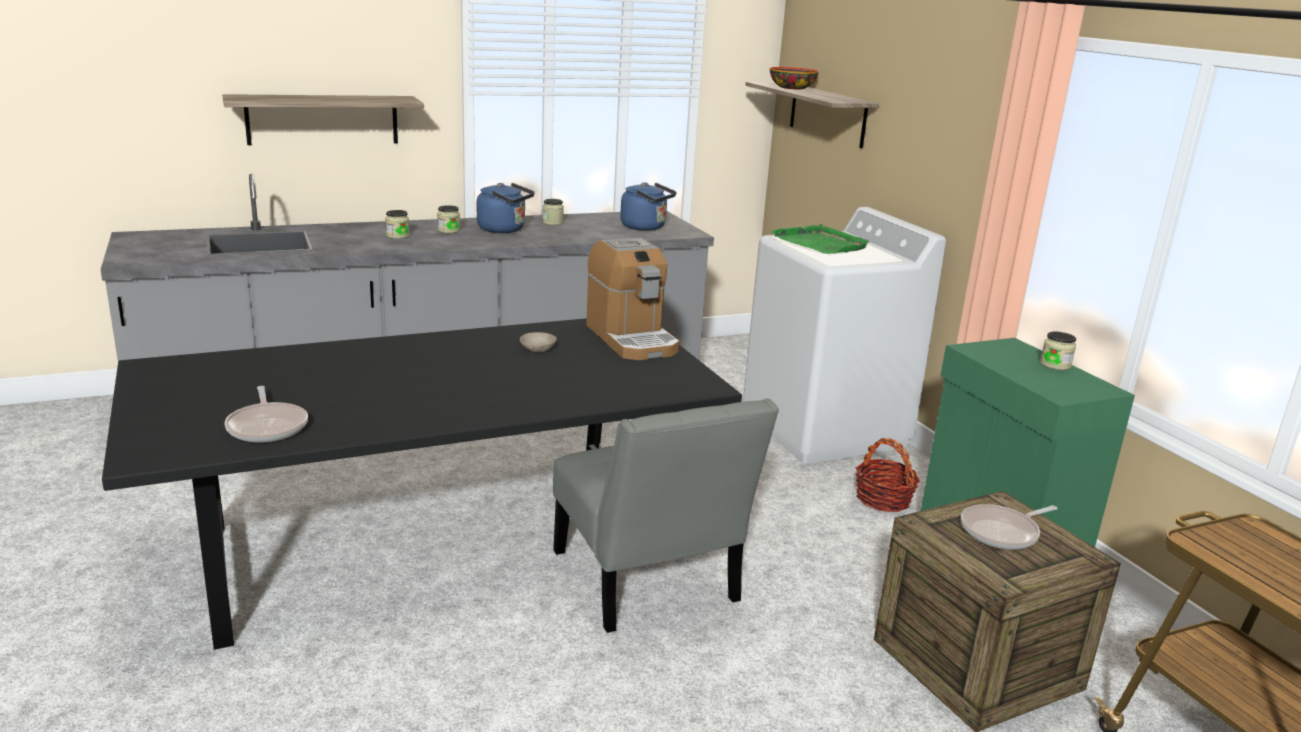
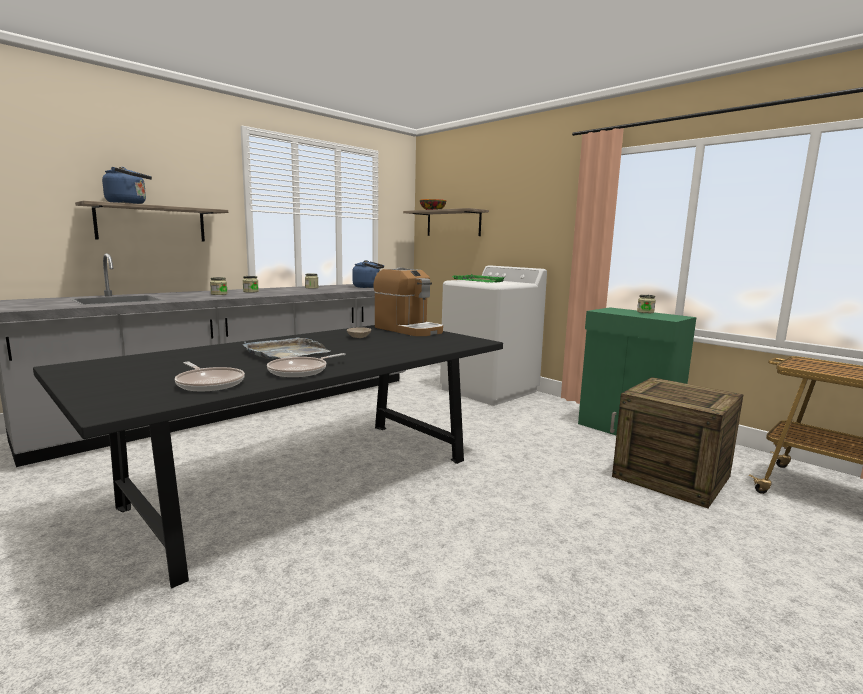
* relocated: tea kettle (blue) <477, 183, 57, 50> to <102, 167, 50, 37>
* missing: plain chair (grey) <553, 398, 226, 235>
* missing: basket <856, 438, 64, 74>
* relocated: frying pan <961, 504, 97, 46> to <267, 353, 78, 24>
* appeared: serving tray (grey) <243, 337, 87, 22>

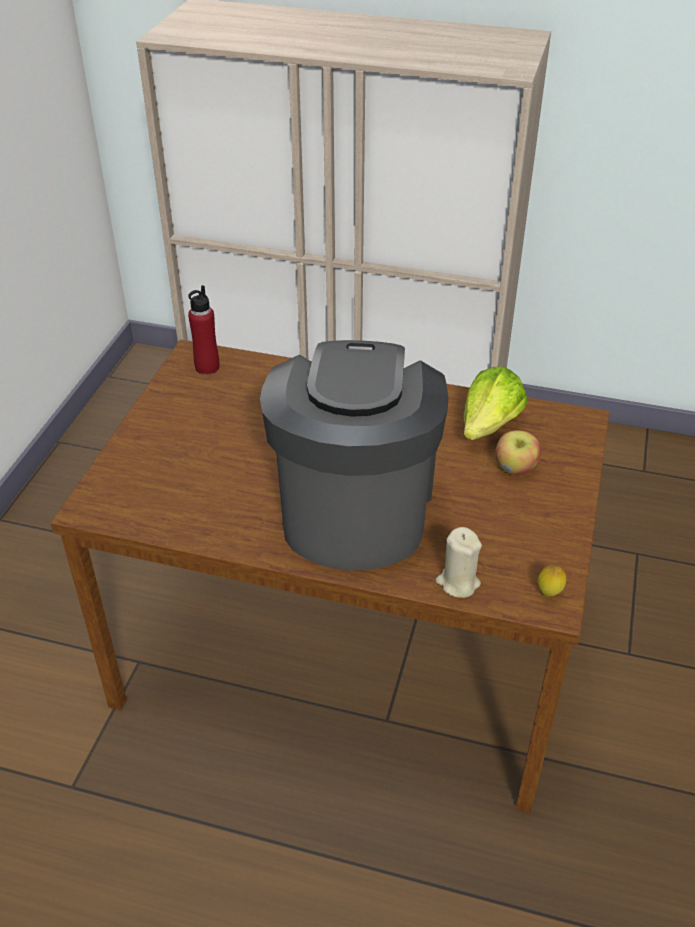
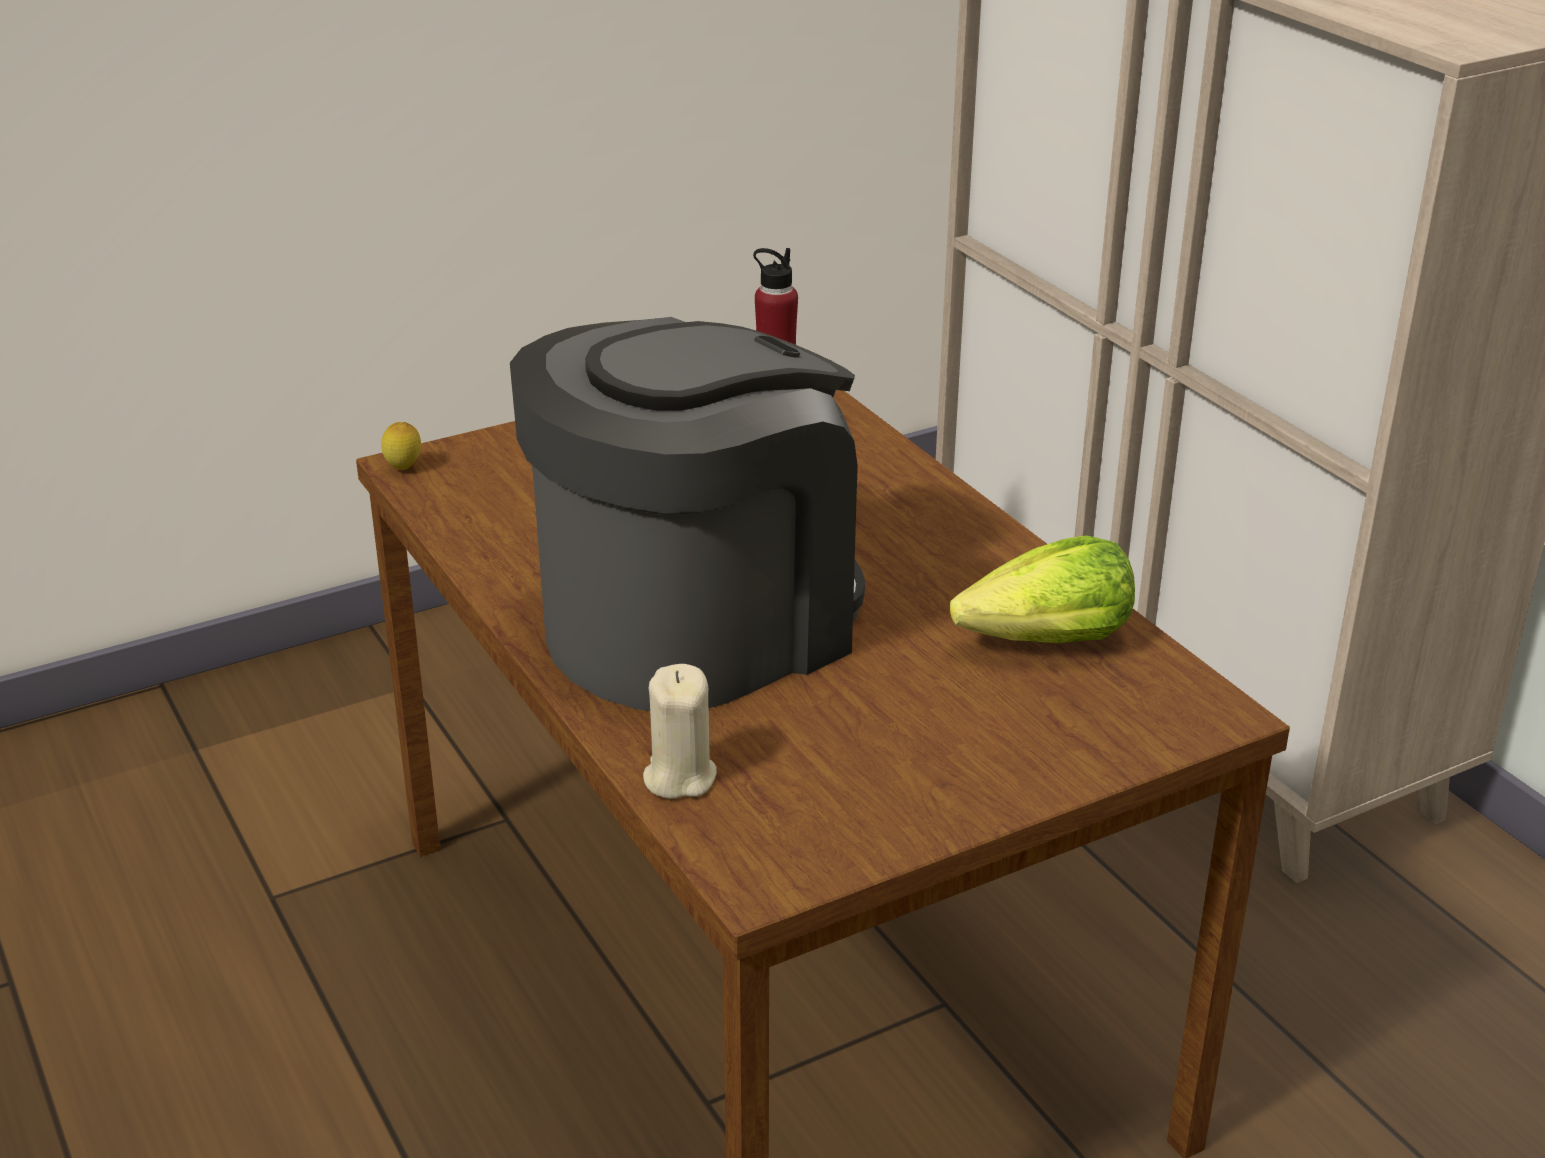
* missing: apple fruit <495, 430, 46, 45>
* relocated: citrus fruit <538, 565, 28, 32> to <381, 422, 40, 48>

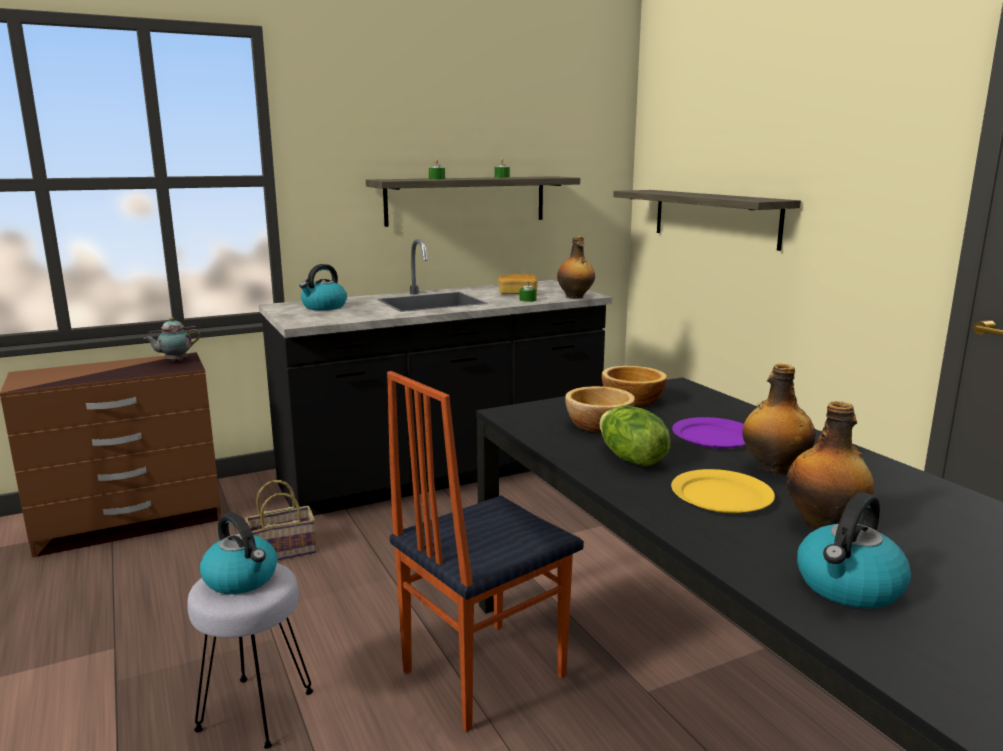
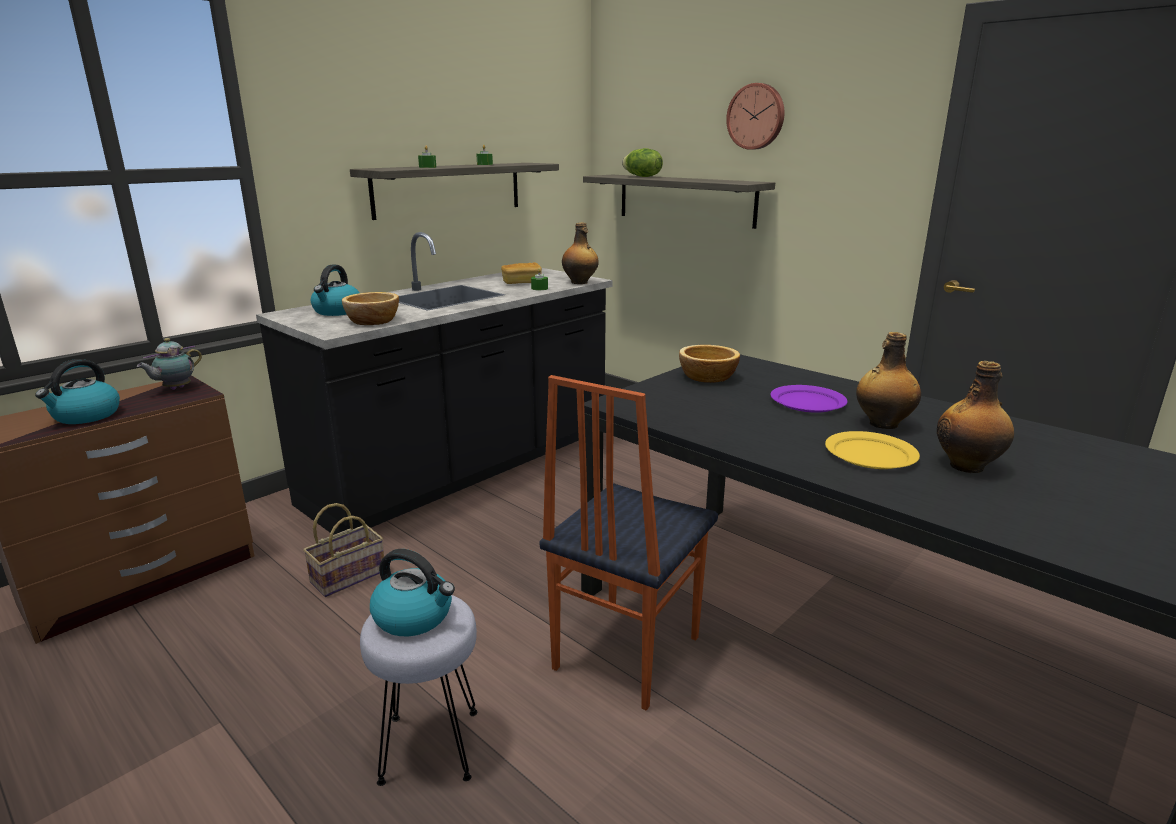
* relocated: deep dish <565, 386, 70, 47> to <342, 292, 57, 33>
* relocated: head of lettuce <600, 406, 71, 60> to <622, 148, 41, 29>
* relocated: tea kettle <797, 492, 114, 117> to <35, 359, 85, 65>
* appeared: hanging clock <726, 83, 58, 67>

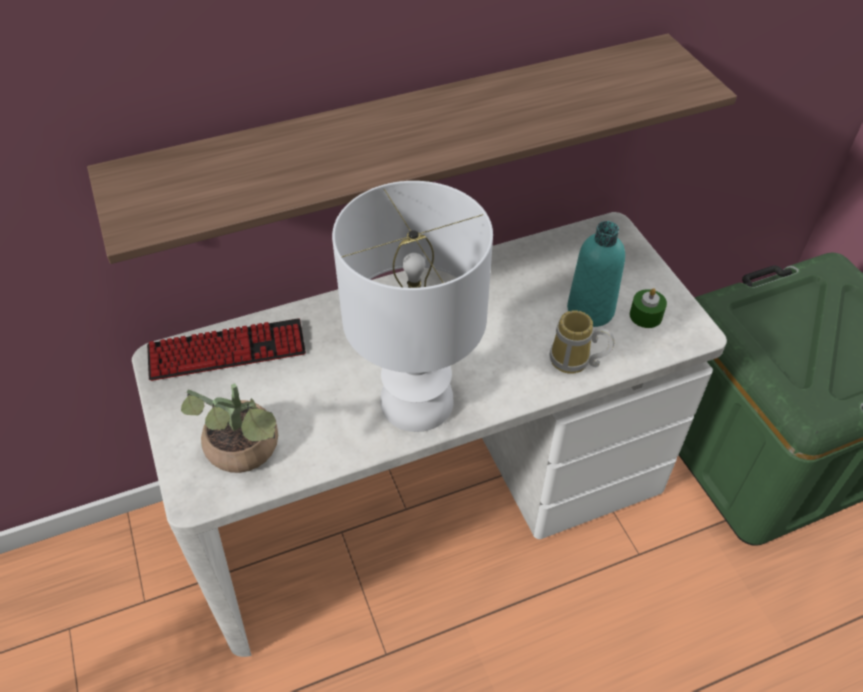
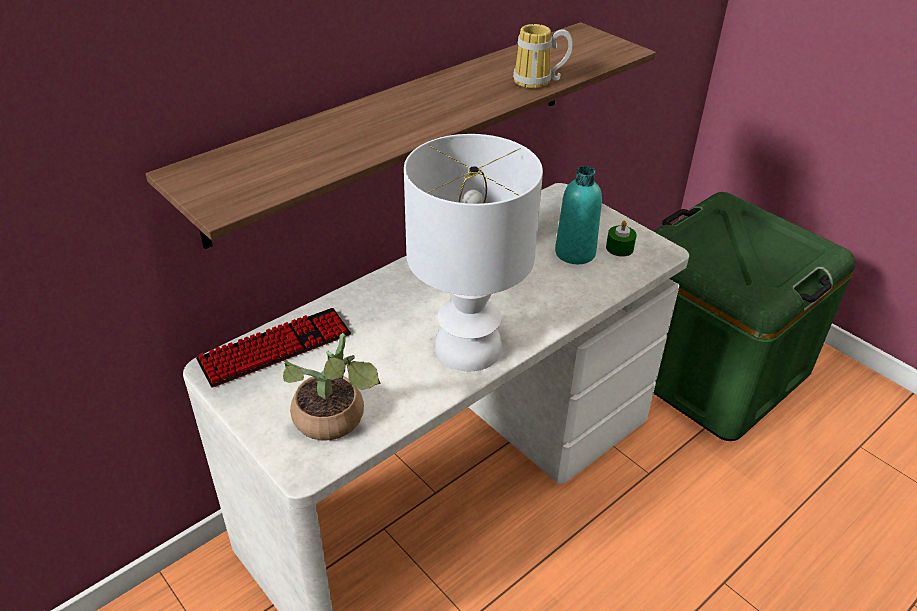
* relocated: mug <550, 310, 65, 64> to <513, 24, 60, 65>

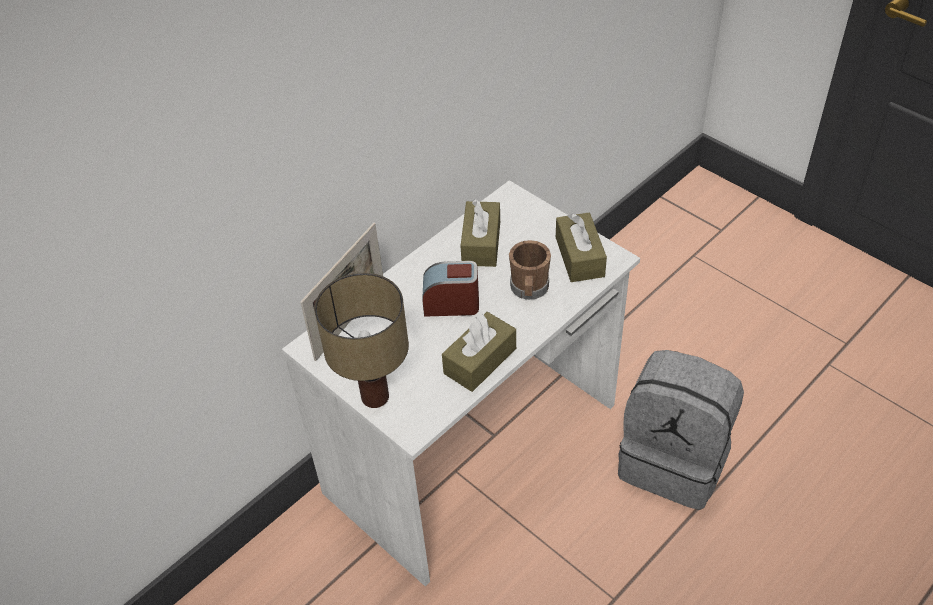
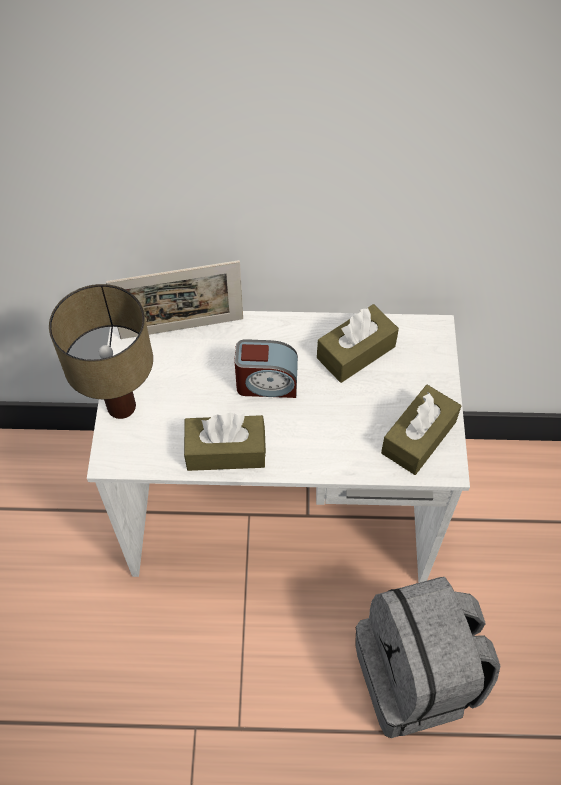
* spun: bedside clock <422, 261, 57, 56> = <234, 339, 64, 59> 135 degrees clockwise
* missing: mug (brownish) <509, 240, 42, 60>

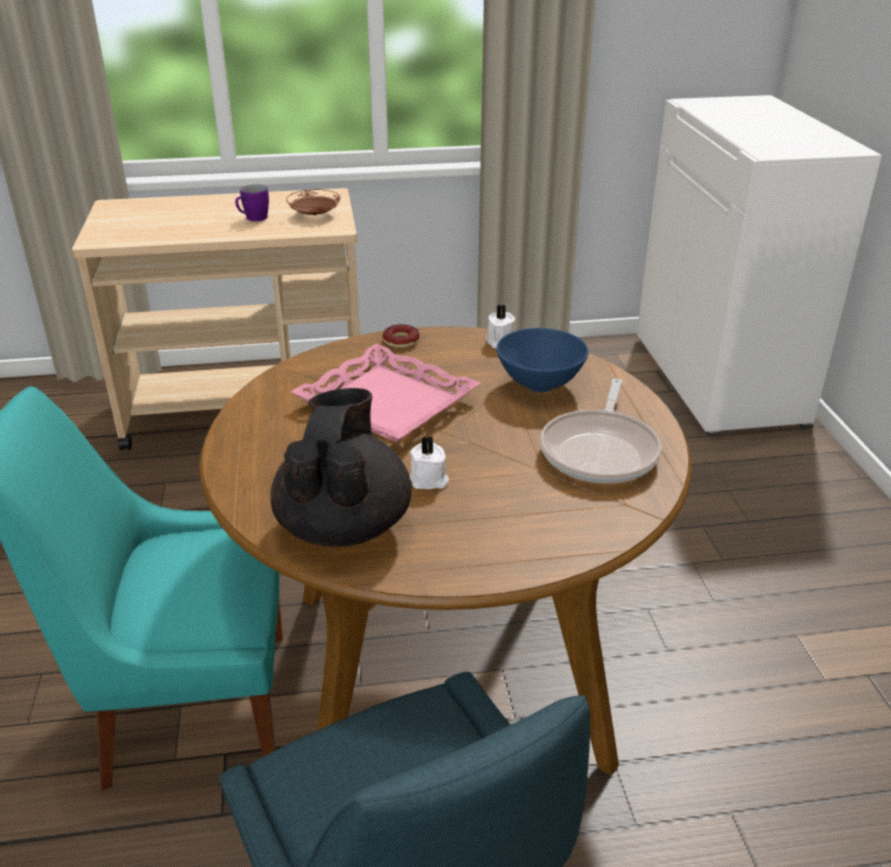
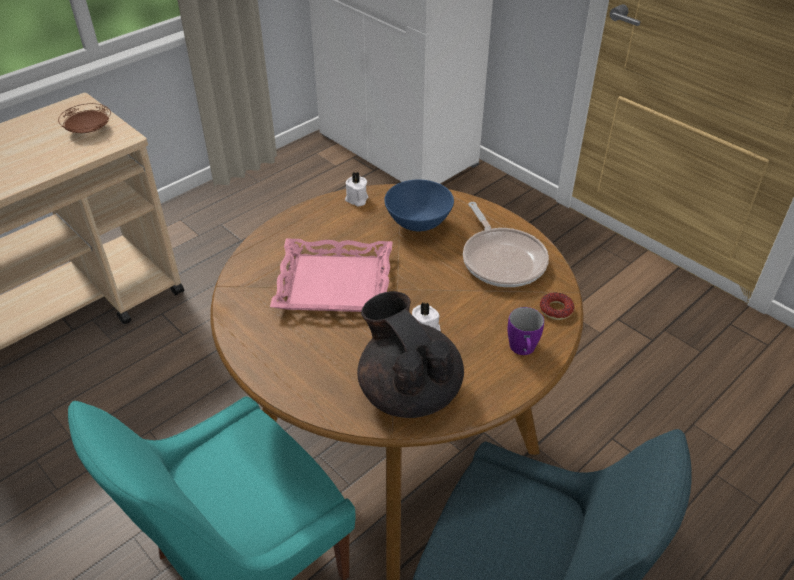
* relocated: mug (purple) <235, 184, 34, 37> to <507, 307, 37, 48>
* relocated: ring doughnut <383, 324, 36, 24> to <540, 292, 34, 28>

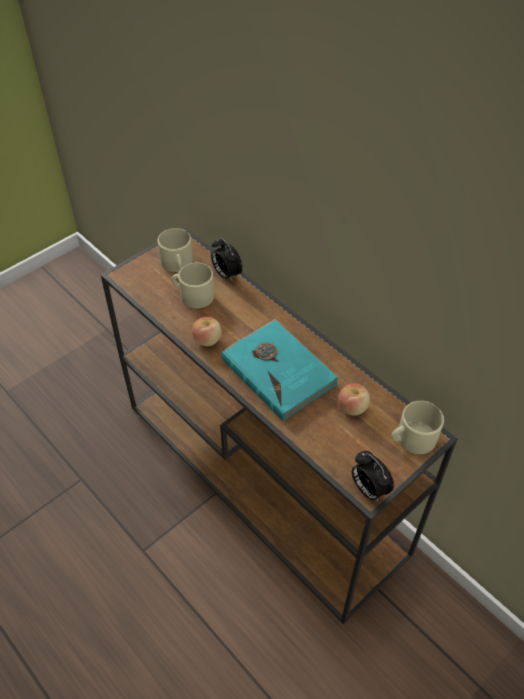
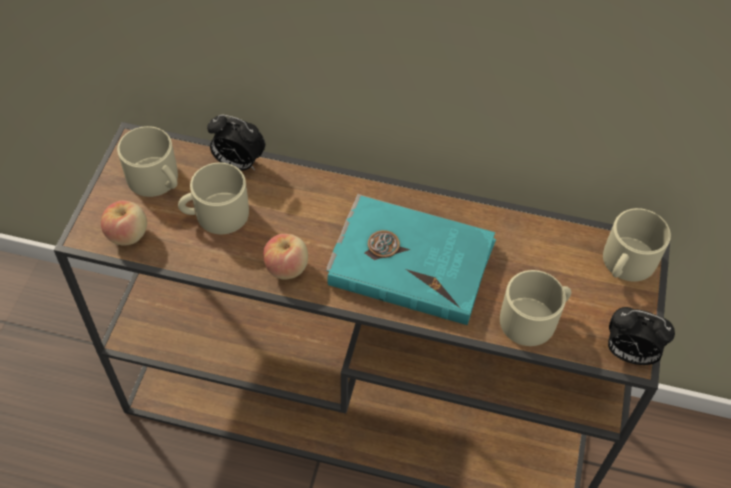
* relocated: apple fruit <338, 383, 32, 33> to <101, 200, 46, 46>
* appeared: mug (sand-coloured) <500, 270, 71, 76>

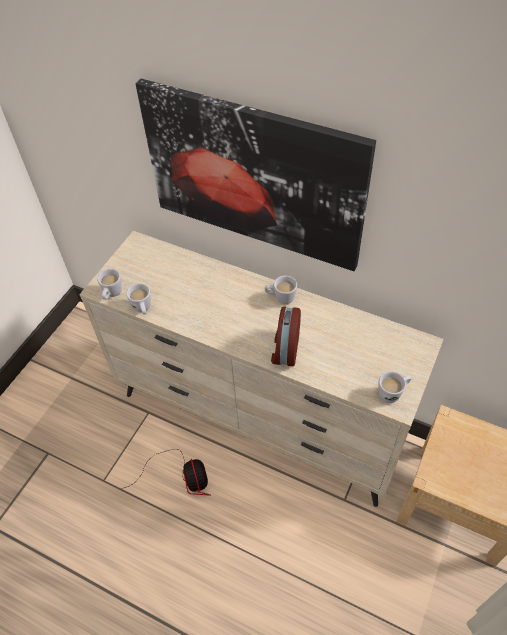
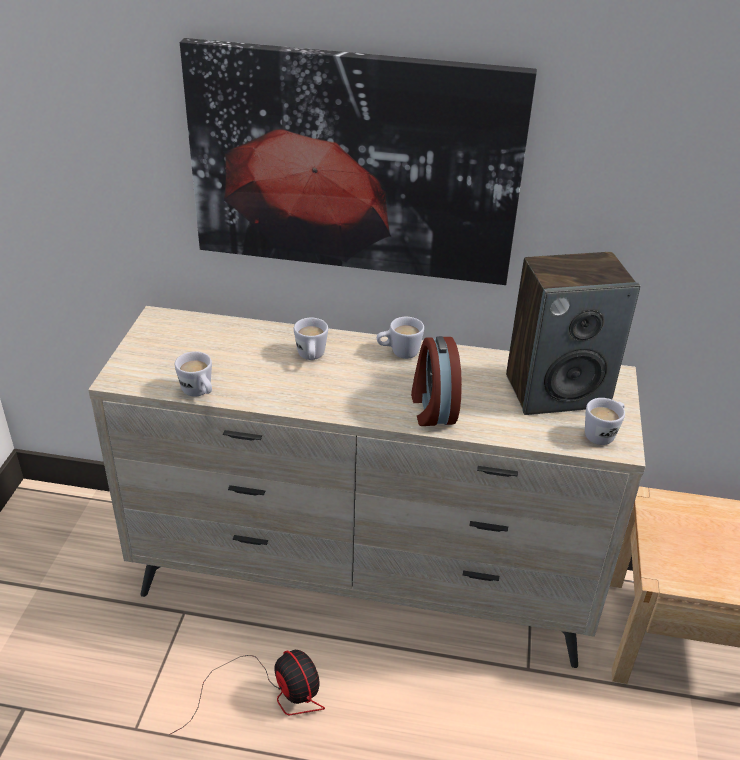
* relocated: mug (white) <97, 269, 25, 31> to <294, 318, 34, 42>
* appeared: loudspeaker <506, 252, 134, 163>

